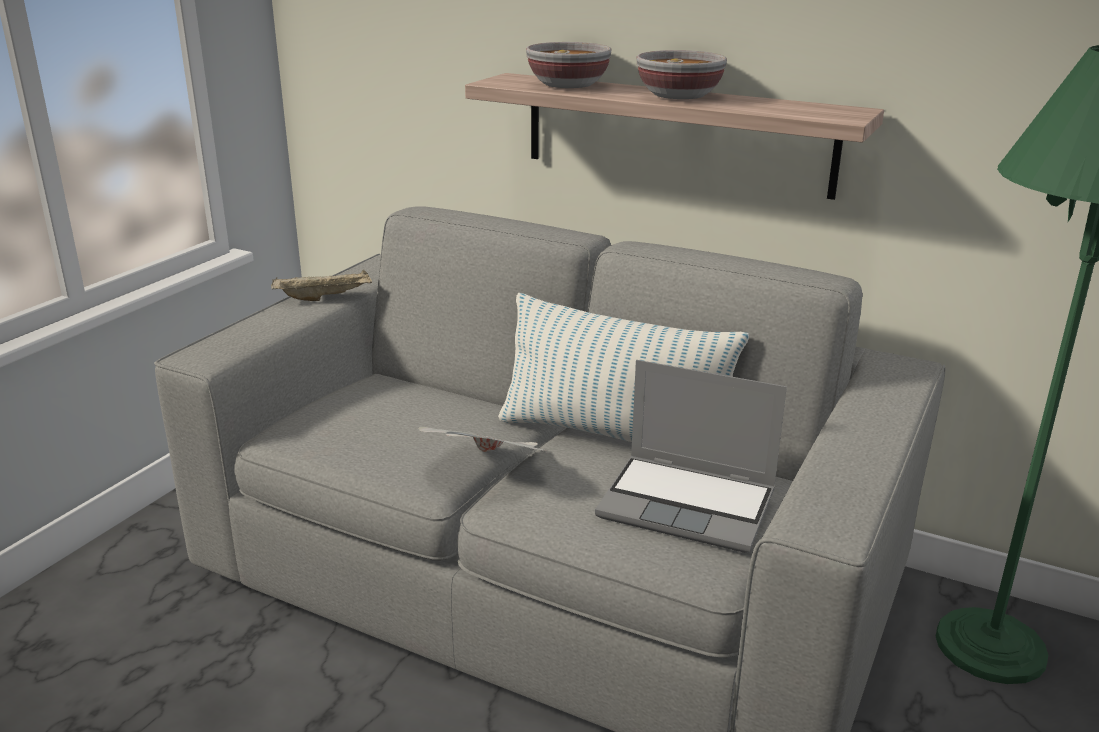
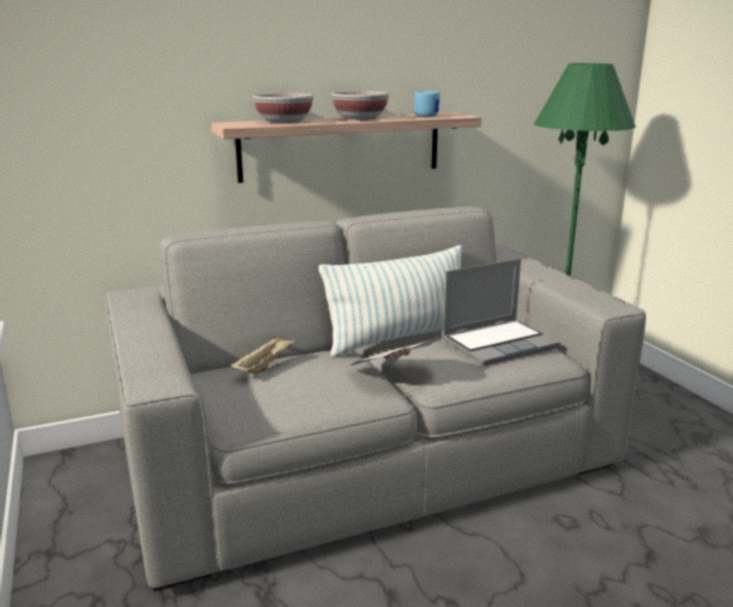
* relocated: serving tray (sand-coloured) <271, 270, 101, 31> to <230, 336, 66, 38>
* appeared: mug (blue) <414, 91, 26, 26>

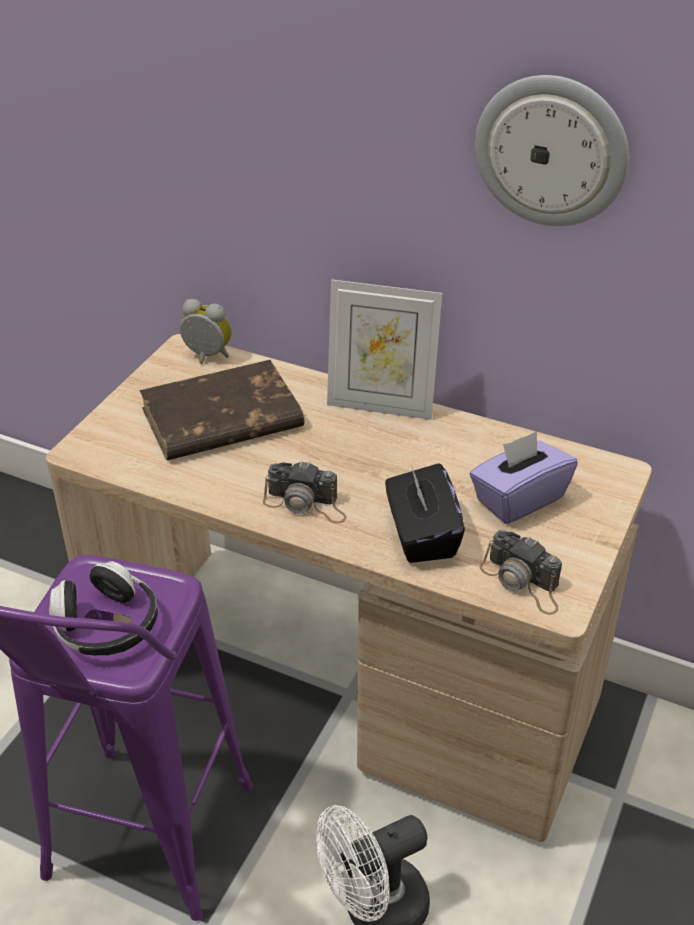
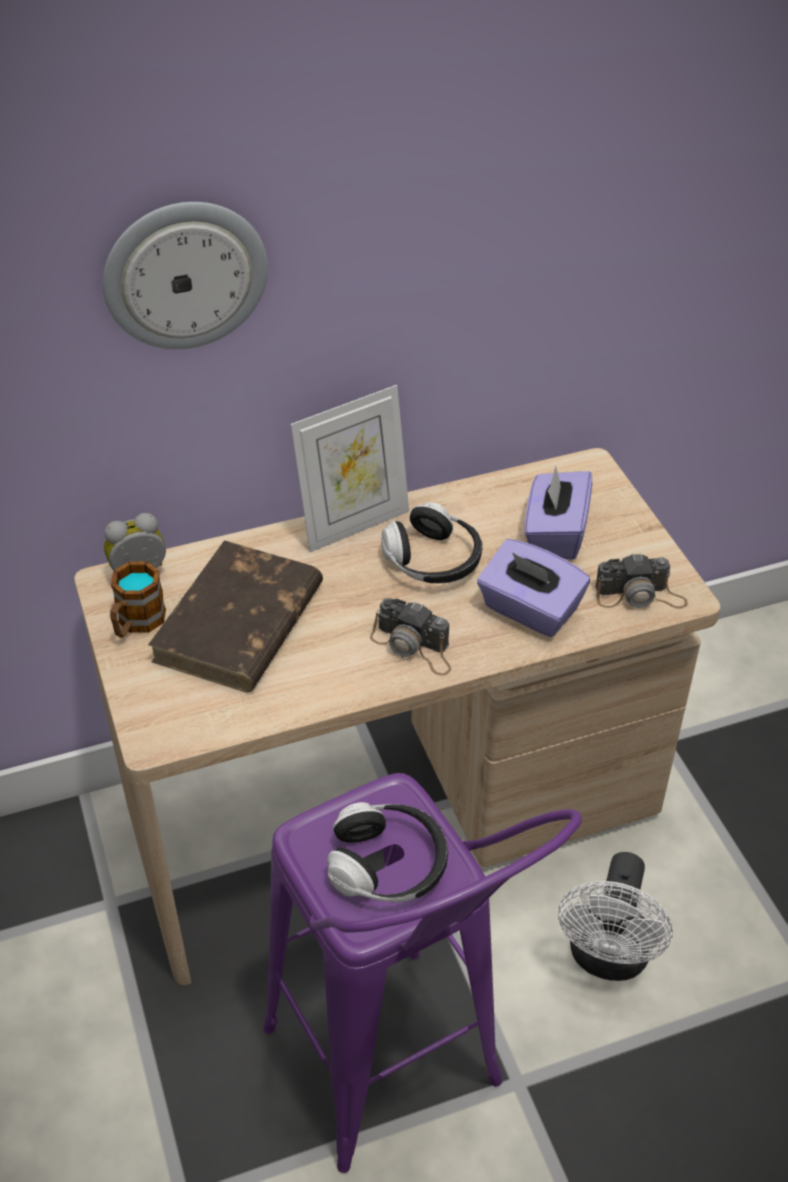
* spun: still camera <263, 461, 84, 63> = <370, 598, 81, 78> 60 degrees clockwise
* colour: tissue box (blackish) <385, 463, 80, 100> to tissue box (purple) <477, 539, 113, 98>
* relocated: hanging clock <475, 75, 154, 151> to <103, 202, 165, 147>
* appeared: mug <110, 561, 56, 77>
* appeared: headset <381, 502, 101, 82>

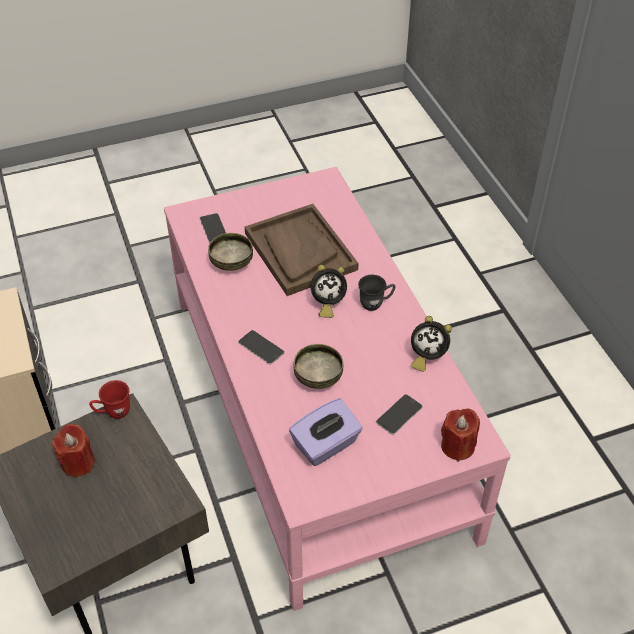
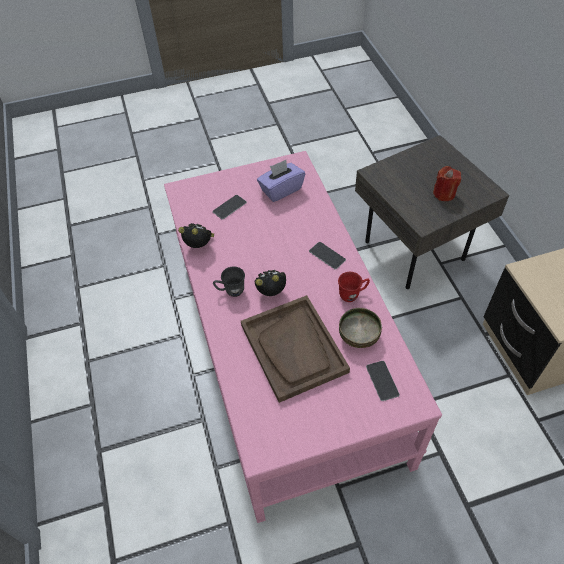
* relocated: mug (reddish) <89, 380, 41, 39> to <338, 272, 32, 30>
* missing: deep dish <294, 344, 49, 45>
* missing: wax light (reddish) <441, 409, 39, 52>

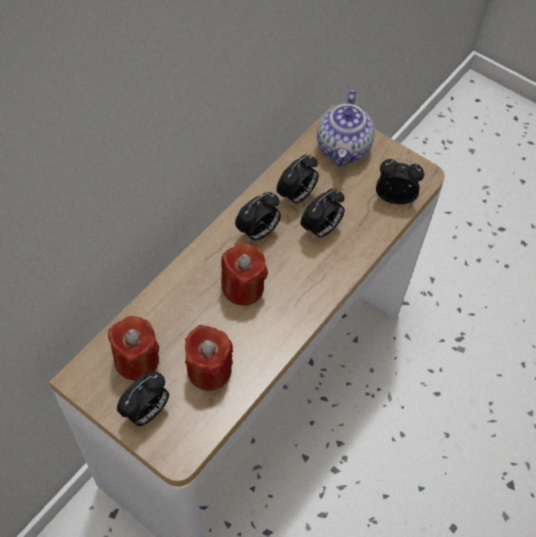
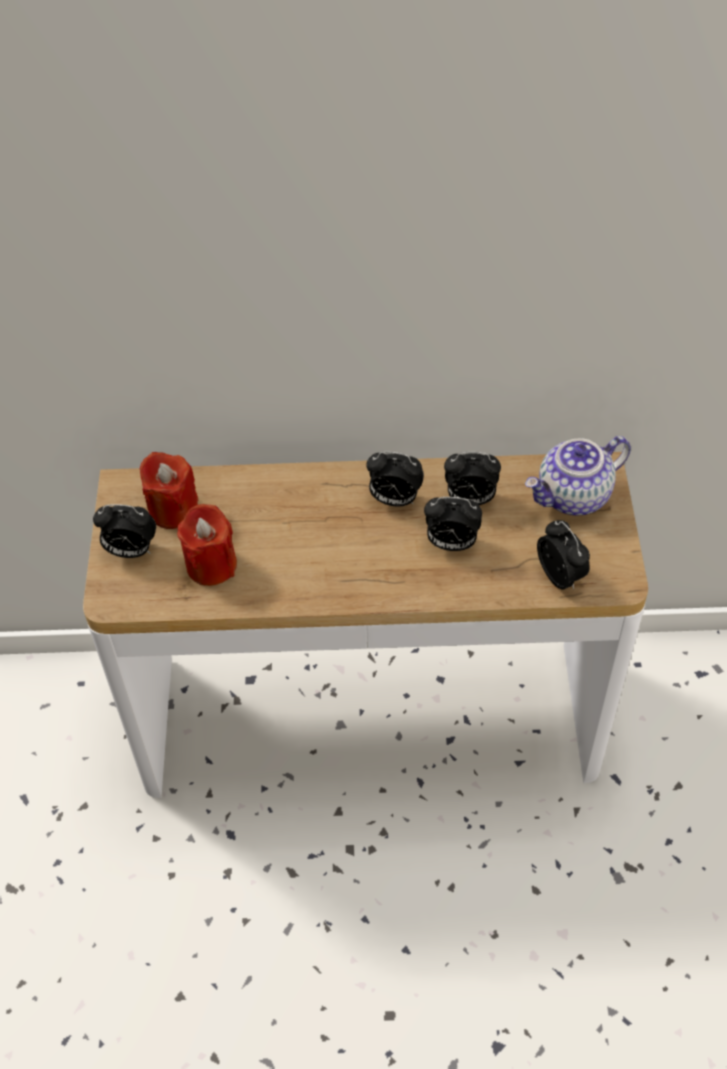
* missing: wax light (reddish) <221, 243, 47, 62>

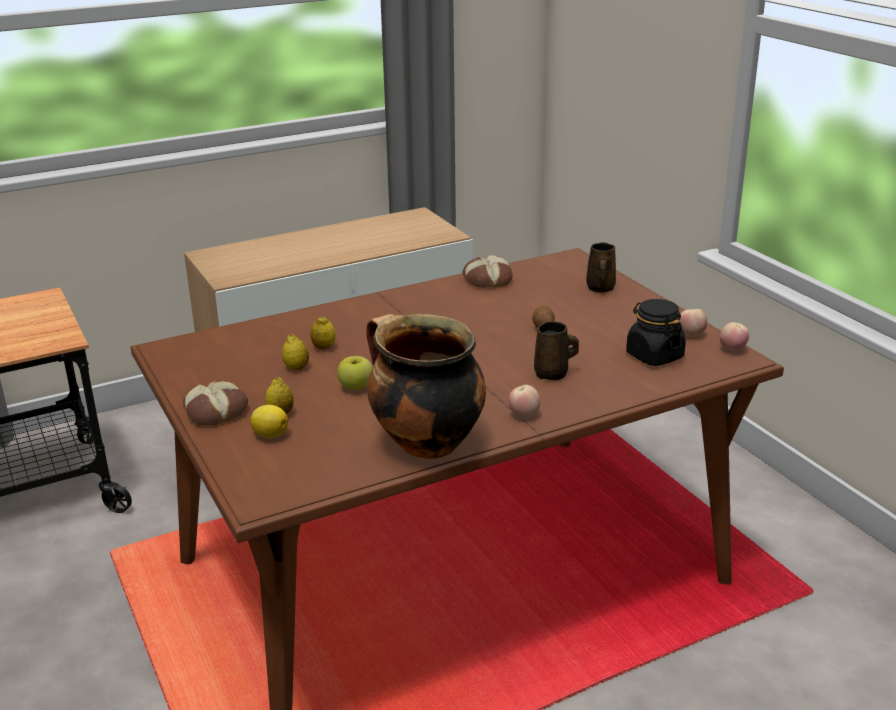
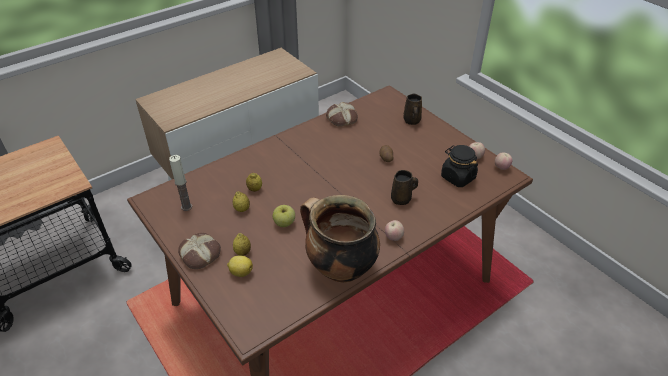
* appeared: wax light <169, 155, 23, 56>

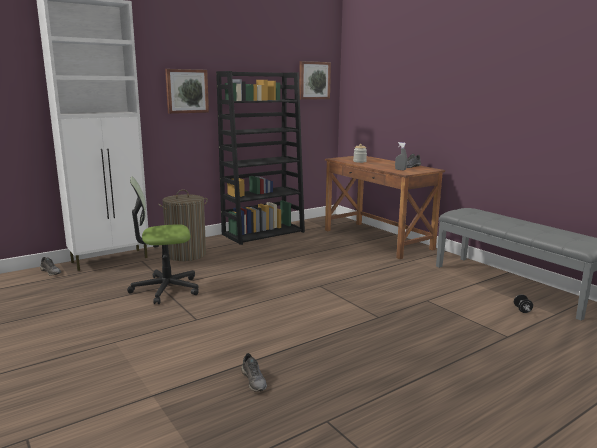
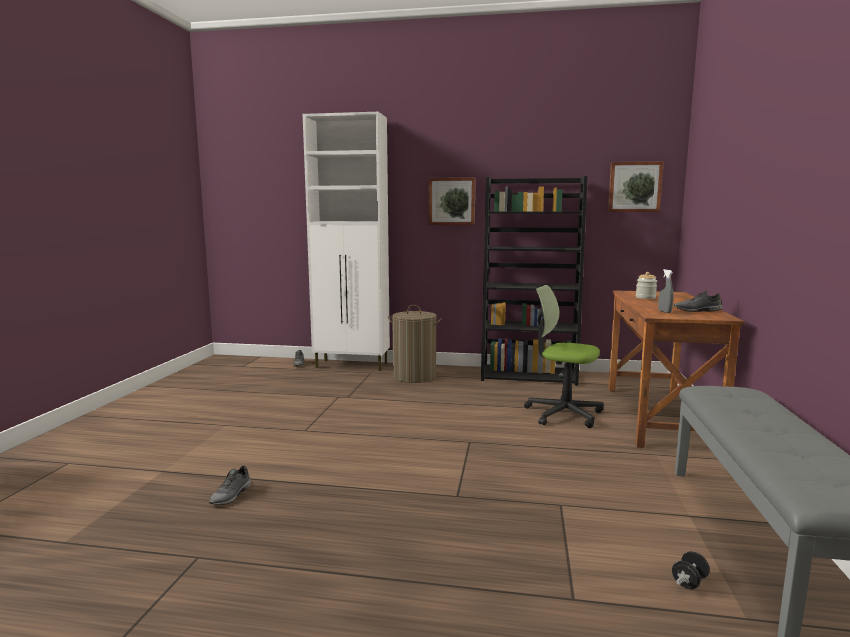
* relocated: computer chair <127, 176, 72, 128> to <524, 285, 80, 143>

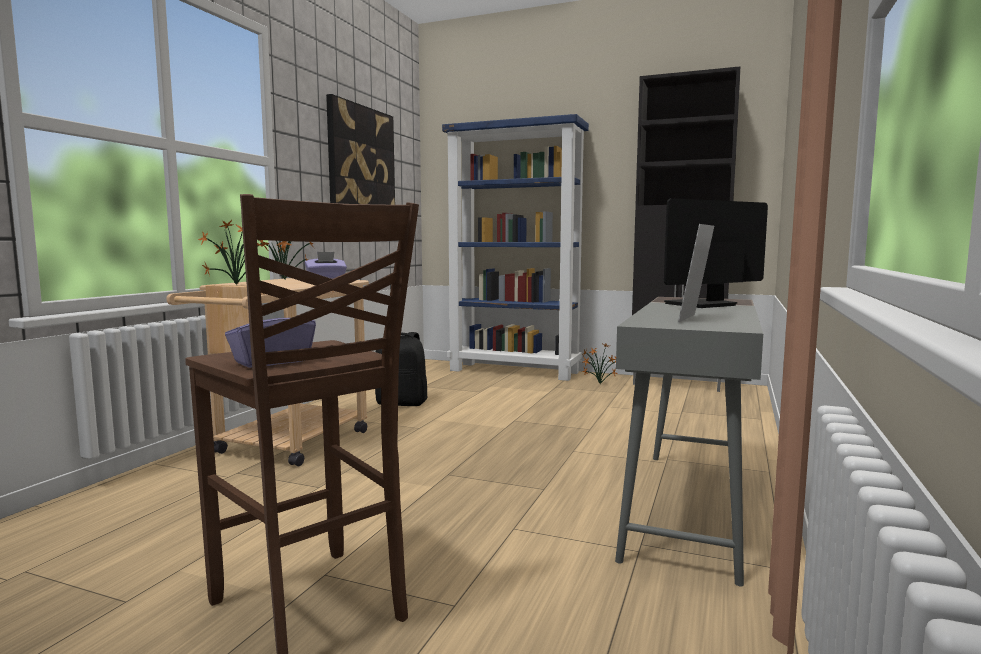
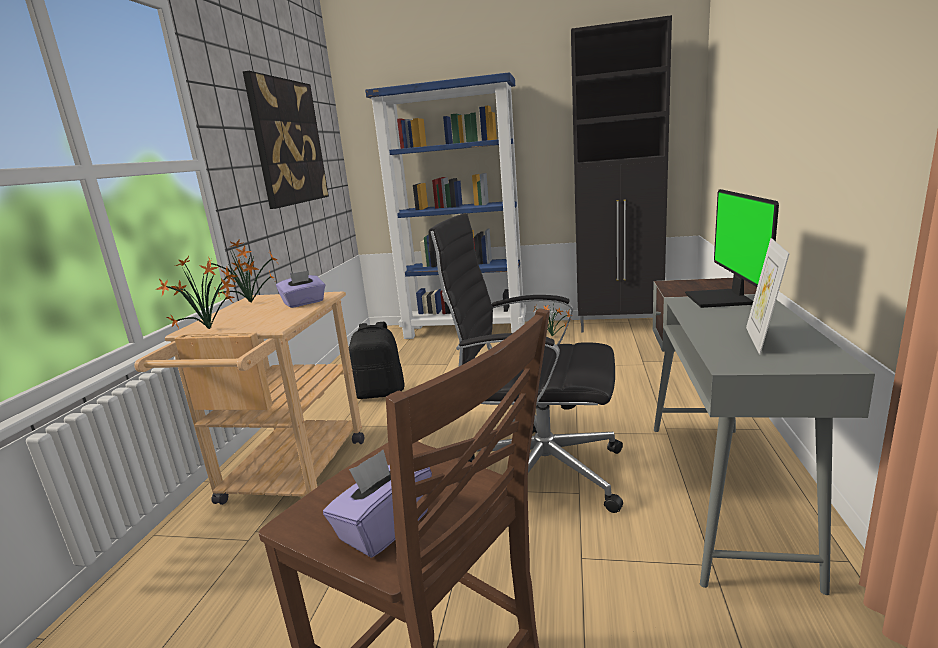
* spun: computer display <664, 198, 104, 110> = <685, 189, 94, 119> 45 degrees counterclockwise
* appeared: computer chair (blackish) <428, 213, 195, 300>

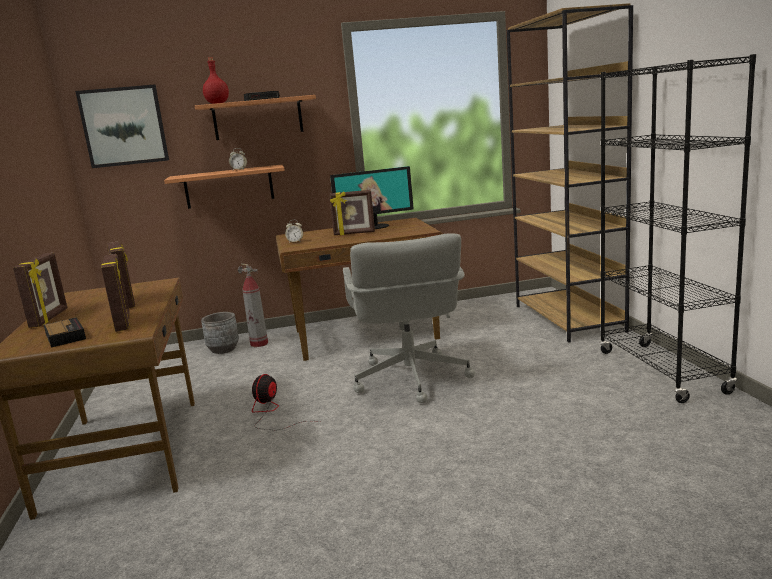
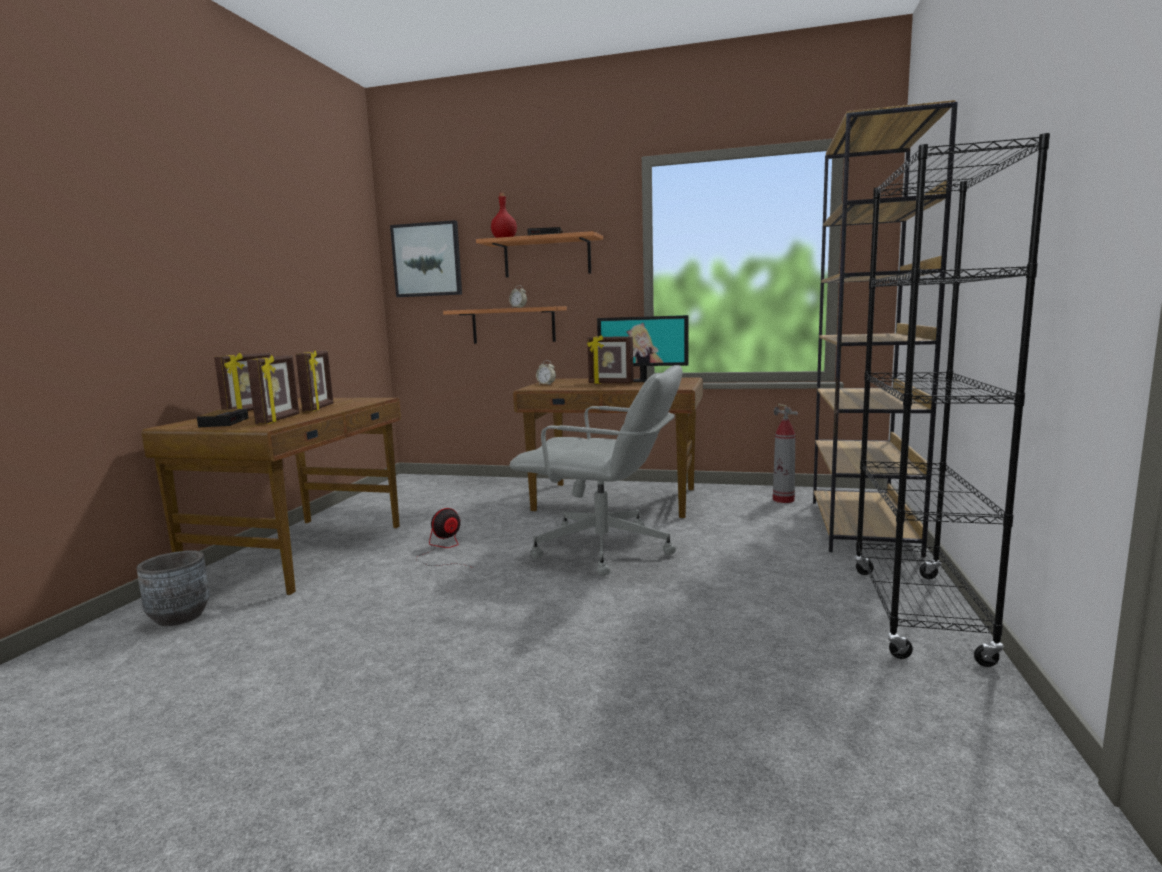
* relocated: plant pot (grey) <201, 312, 38, 42> to <136, 550, 74, 76>
* relocated: fire-fighting cylinder <238, 263, 30, 84> to <773, 404, 25, 99>
* spun: computer chair (grey) <343, 233, 132, 170> = <510, 365, 173, 211> 90 degrees counterclockwise

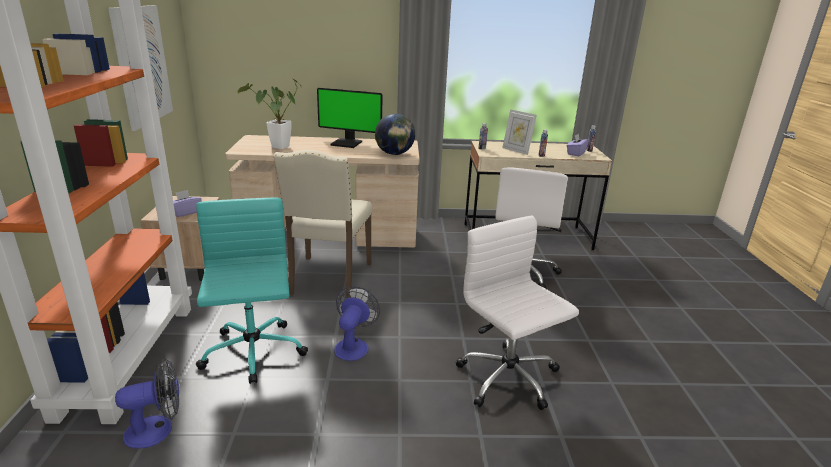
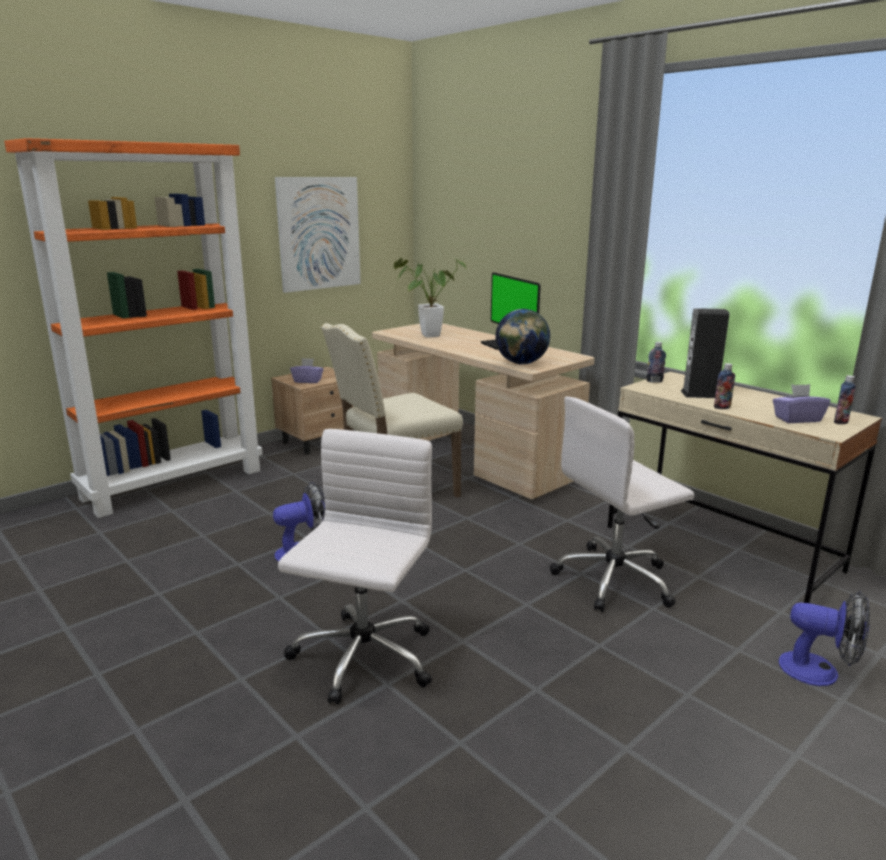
* relocated: electric fan <115, 359, 64, 90> to <779, 591, 91, 95>
* missing: computer chair (blue-green) <196, 198, 112, 186>
* exchanged: picture frame <502, 109, 35, 46> to loudspeaker <681, 308, 48, 90>

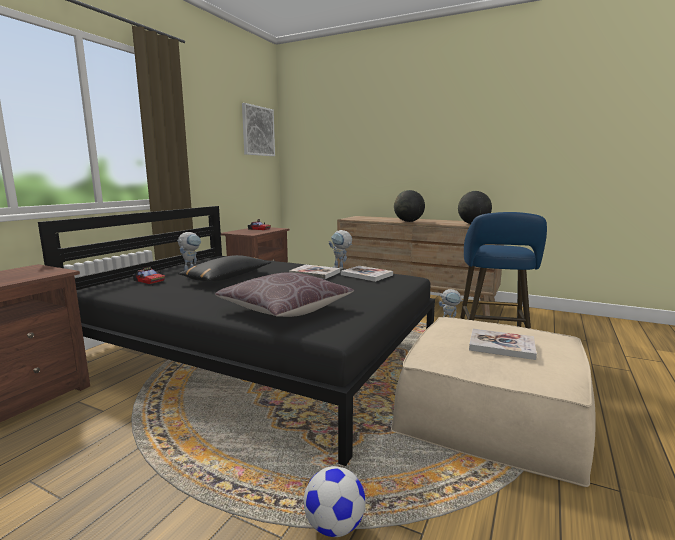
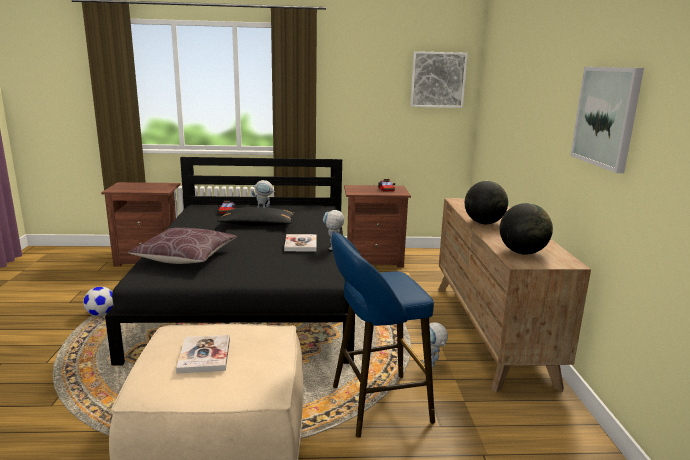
* relocated: football <304, 466, 62, 71> to <83, 287, 30, 29>
* missing: bound book <341, 266, 52, 16>
* appeared: picture <570, 67, 74, 106>

